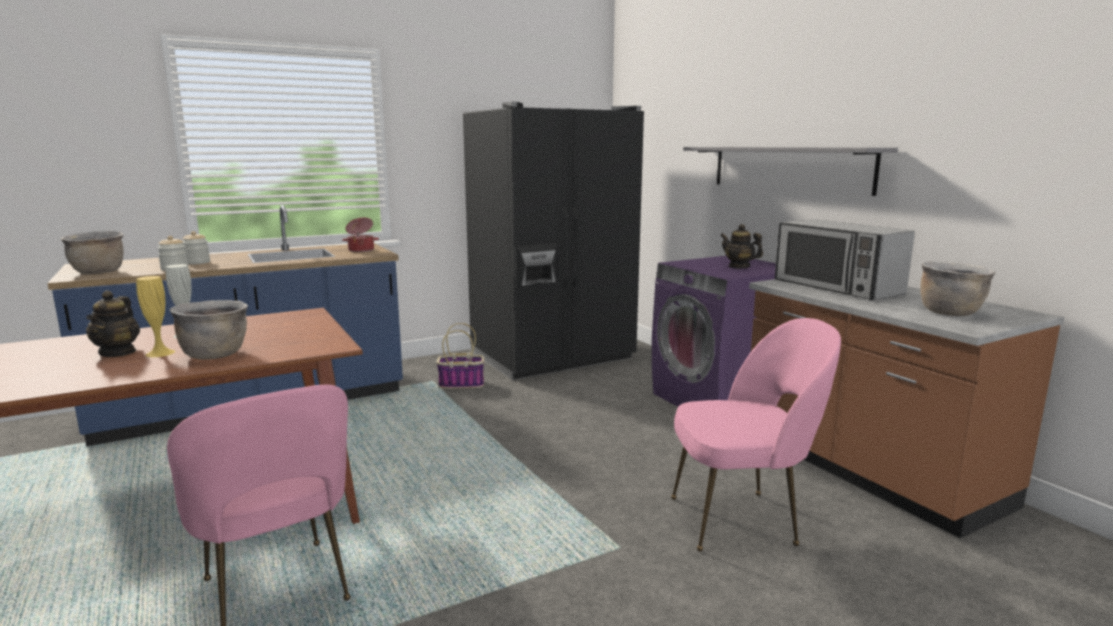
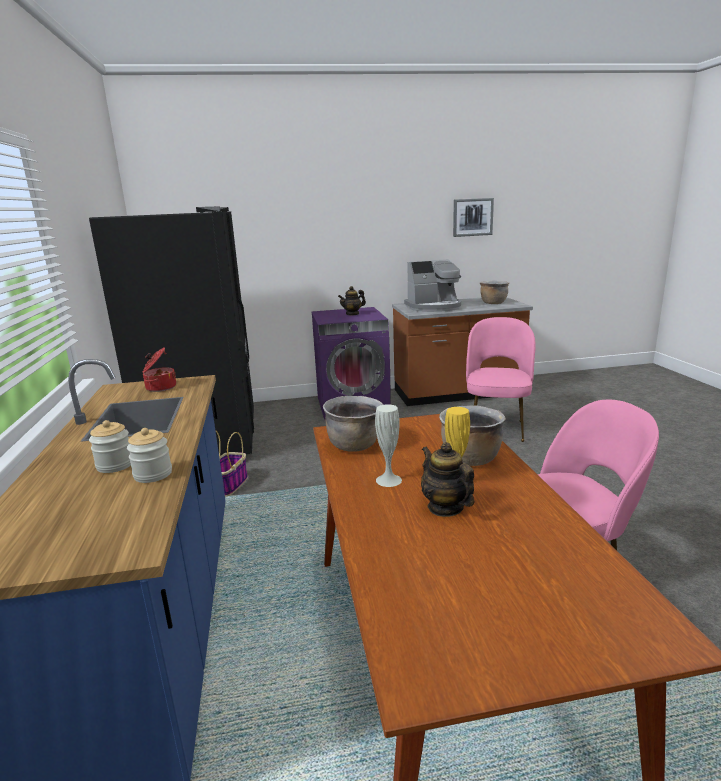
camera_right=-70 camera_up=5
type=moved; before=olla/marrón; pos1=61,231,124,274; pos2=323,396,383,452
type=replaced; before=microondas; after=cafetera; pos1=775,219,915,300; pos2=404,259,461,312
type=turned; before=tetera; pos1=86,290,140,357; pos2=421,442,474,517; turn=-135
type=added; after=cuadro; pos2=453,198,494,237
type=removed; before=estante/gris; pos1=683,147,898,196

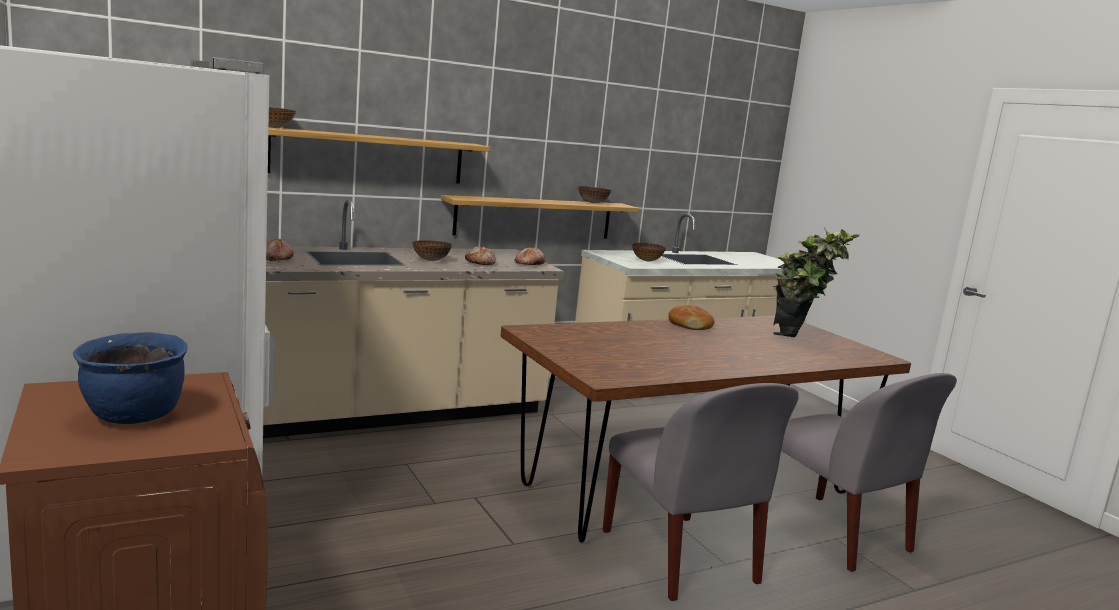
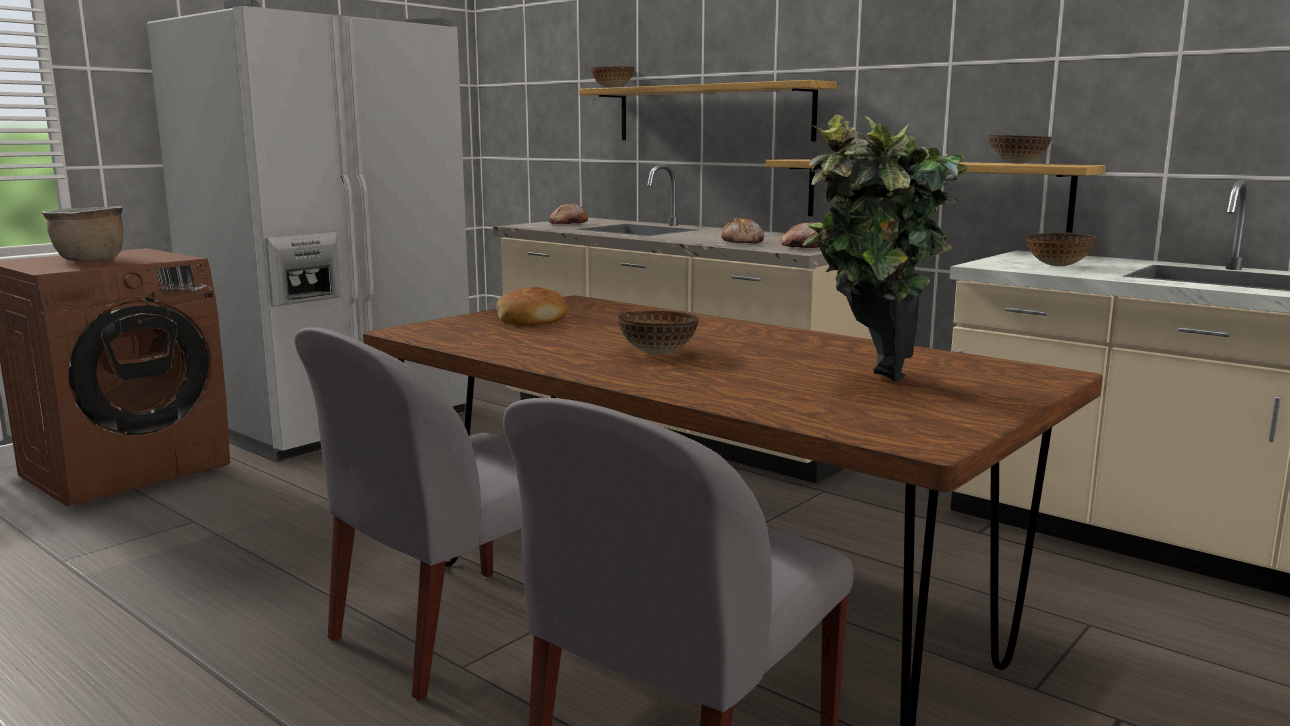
camera_right=70 camera_up=0
type=recoloured; before=olla/azul; after=olla/marrón; pos1=73,332,188,424; pos2=42,206,123,261
type=moved; before=pan; pos1=668,305,714,330; pos2=496,287,567,326
type=moved; before=cuenco; pos1=413,240,452,261; pos2=618,311,699,354

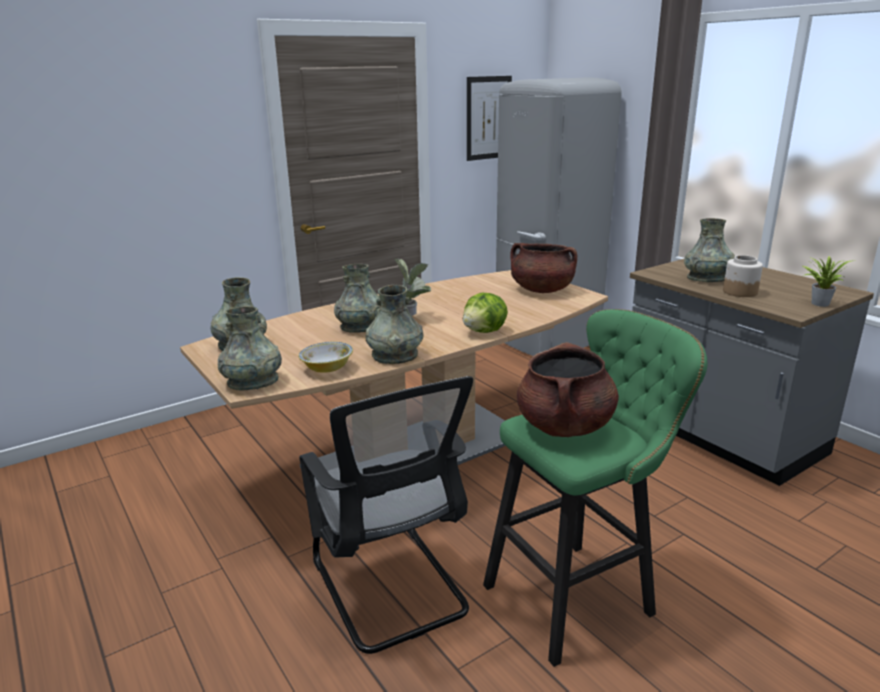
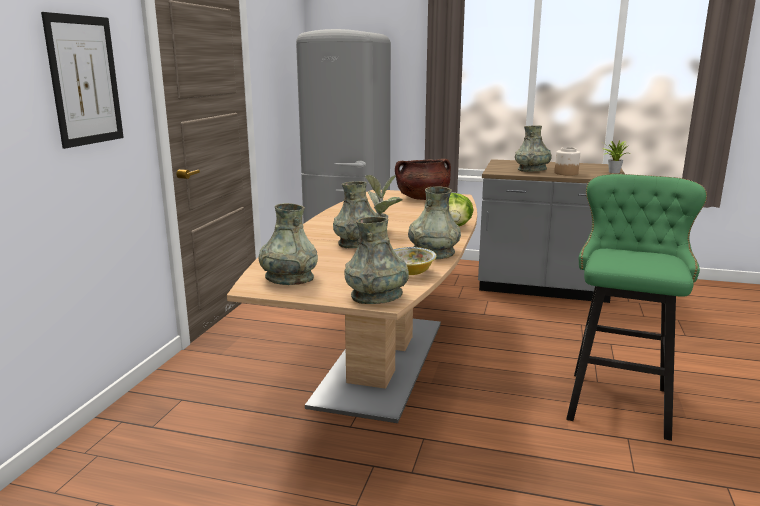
camera_right=-40 camera_up=-5
type=moved; before=cuadro; pos1=467,76,512,161; pos2=41,12,124,149
type=removed; before=silla; pos1=299,376,473,654
type=removed; before=olla/marrón; pos1=517,342,619,437

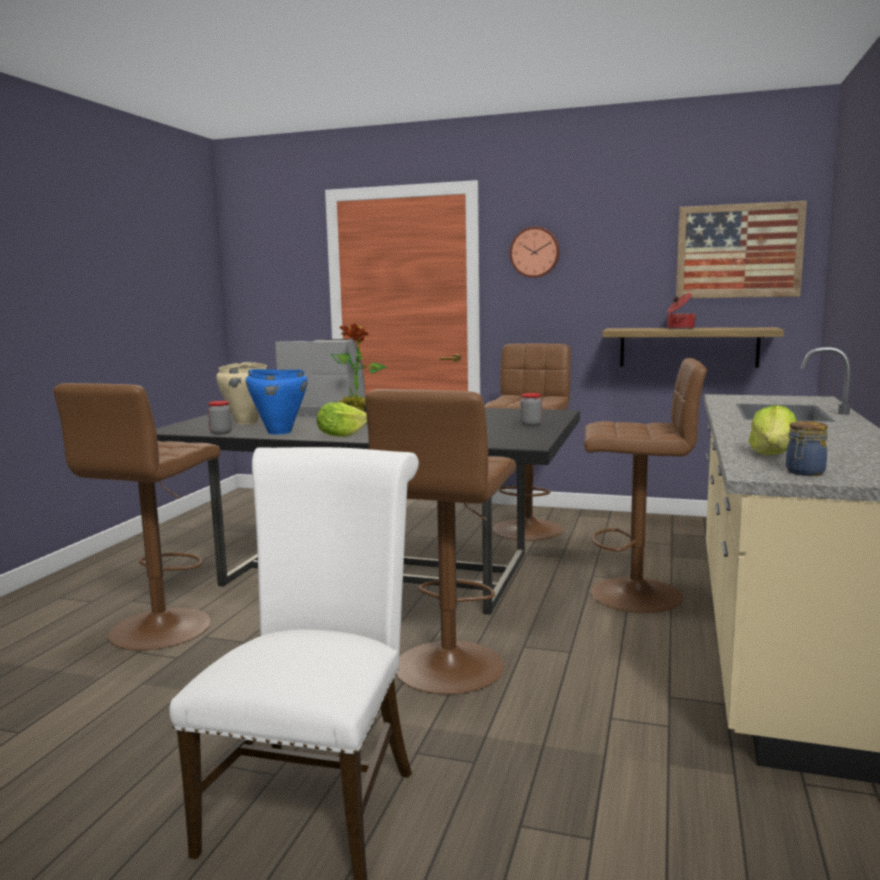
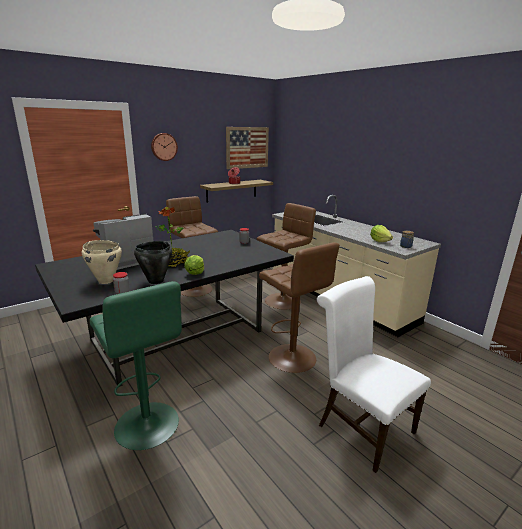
camera_right=-55 camera_up=10
type=recoloured; before=taburete/marrón; after=taburete/verde; pos1=53,383,220,650; pos2=90,281,182,450
type=recoloured; before=olla/azul; after=olla/negro; pos1=246,369,308,435; pos2=134,241,172,284

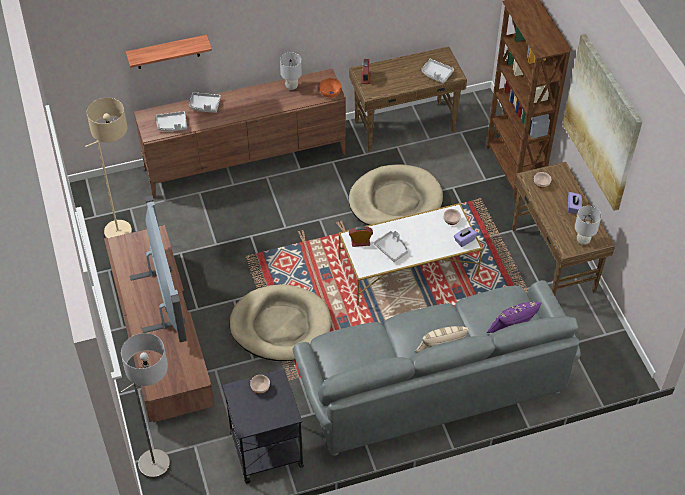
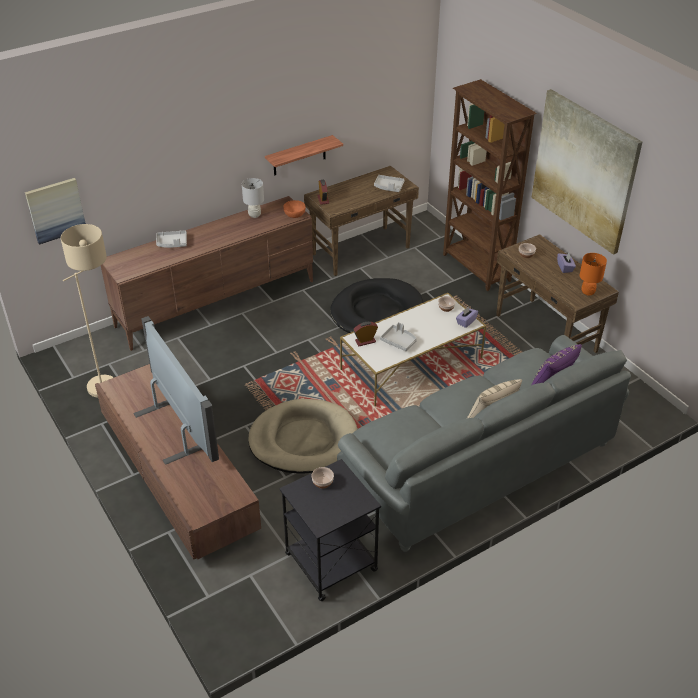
camera_right=-15 camera_up=-10
type=added; after=cuadro; pos2=25,178,86,245
type=moved; before=estante; pos1=126,35,212,69; pos2=265,135,343,175
type=recoloured; before=cama para perro/beis; after=cama para perro/negro; pos1=349,165,443,225; pos2=330,278,423,333
type=recoloured; before=lámpara de mesa/gris; after=lámpara de mesa/naranja; pos1=575,206,601,245; pos2=580,253,607,295
type=removed; before=lámpara de pie/gris; pos1=121,333,170,479
type=removed; before=bandeja/gris; pos1=156,111,187,132

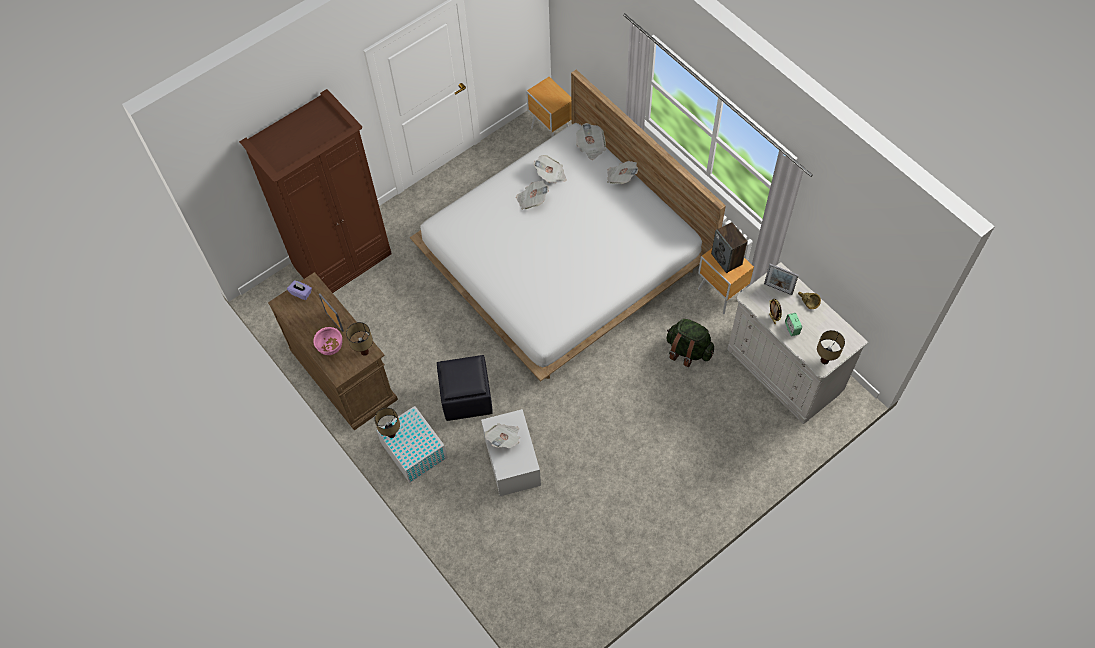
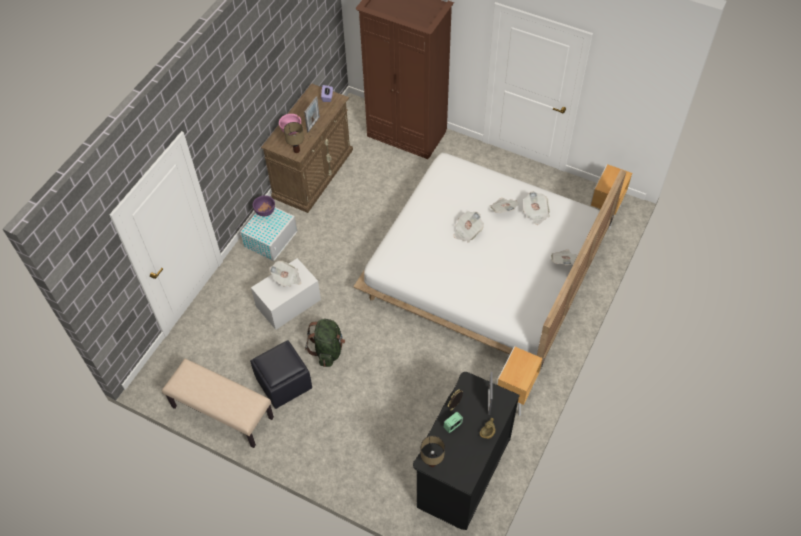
camera_right=65 camera_up=-5
type=added; after=banco/beis; pos2=162,359,274,448
type=moved; before=puf/negro; pos1=437,355,493,421; pos2=250,340,312,409
type=replaced; before=lámpara de mesa; after=cuenco/morado; pos1=374,408,400,438; pos2=253,195,275,217
type=moved; before=mochila/verde; pos1=667,318,714,367; pos2=305,319,345,367
type=recoloured; before=cómoda/blanco; after=cómoda/negro; pos1=727,262,868,424; pos2=413,372,520,530
type=moved; before=periódico; pos1=576,123,606,160; pos2=453,211,484,242
type=removed; before=altavoz; pos1=711,222,748,273

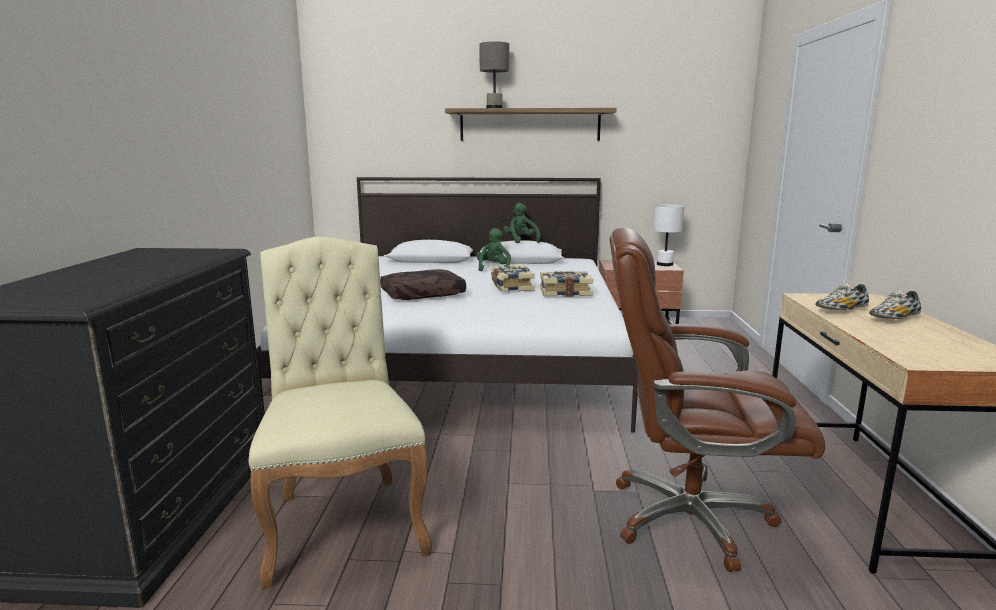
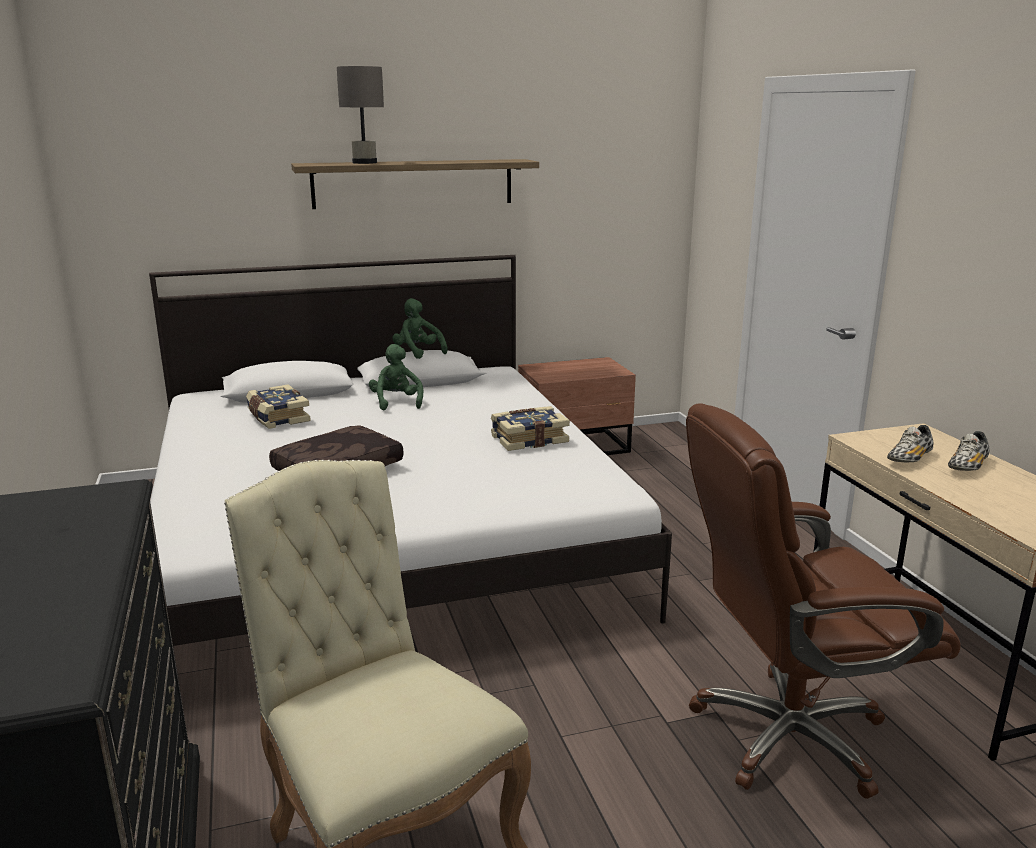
camera_right=-20 camera_up=5
type=moved; before=libro; pos1=491,265,535,292; pos2=246,384,311,429
type=removed; before=lámpara de mesa/blanco; pos1=653,204,684,266

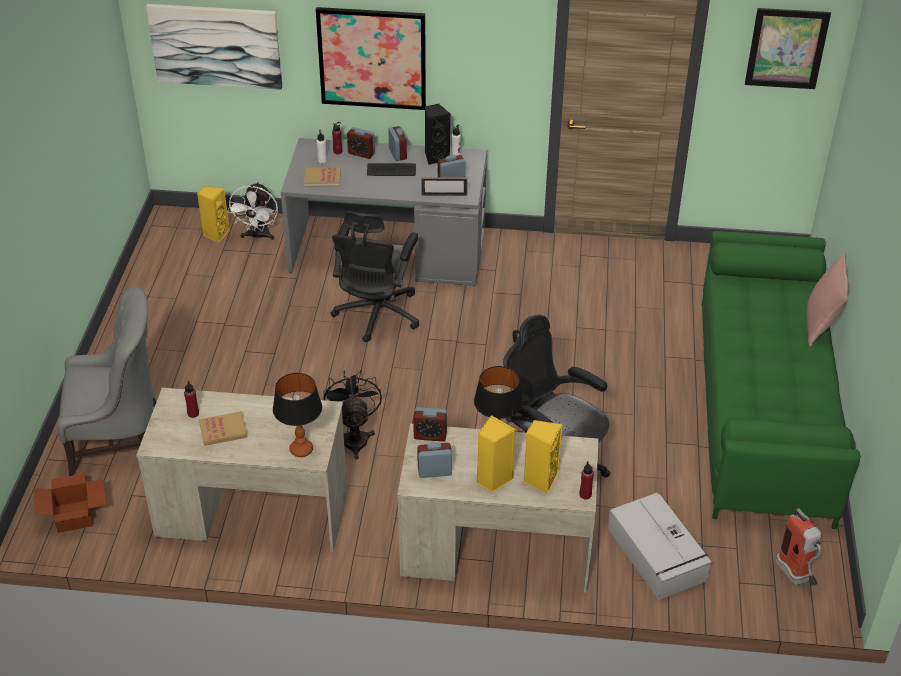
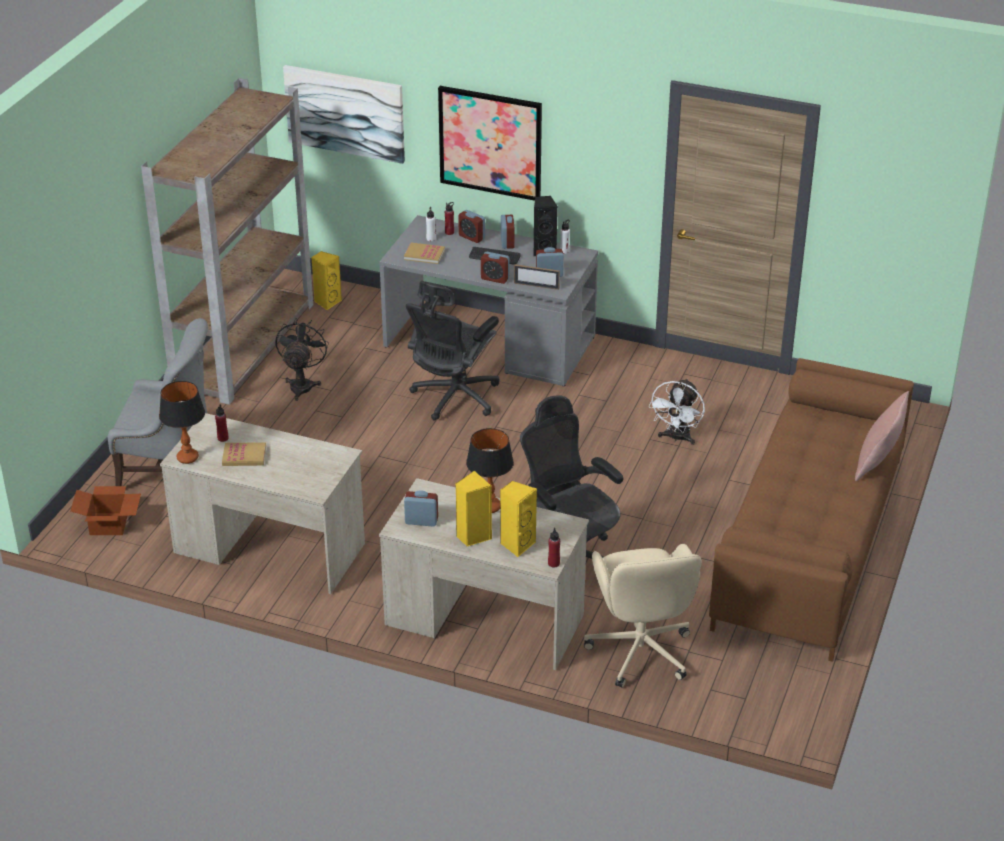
camera_right=15 camera_up=-5
type=added; after=estantería/marrón; pos2=141,78,313,405
type=moved; before=lámpara de mesa; pos1=273,373,322,457; pos2=159,381,205,464
type=moved; before=ventilador/negro; pos1=324,370,382,460; pos2=276,318,329,401
type=moved; before=despertador; pos1=413,407,447,442; pos2=481,252,509,284
type=replaced; before=caja de almacenaje/gris; after=silla de oficina/beis; pos1=608,493,712,600; pos2=584,544,702,688
type=moved; before=ventilador/blanco; pos1=228,182,278,240; pos2=649,379,705,445
type=recoloured; before=sofá/verde; after=sofá/marrón; pos1=702,231,860,529; pos2=709,358,914,662
type=removed; before=cuadro; pos1=745,8,831,89
type=removed; before=extintor; pos1=776,508,822,586

